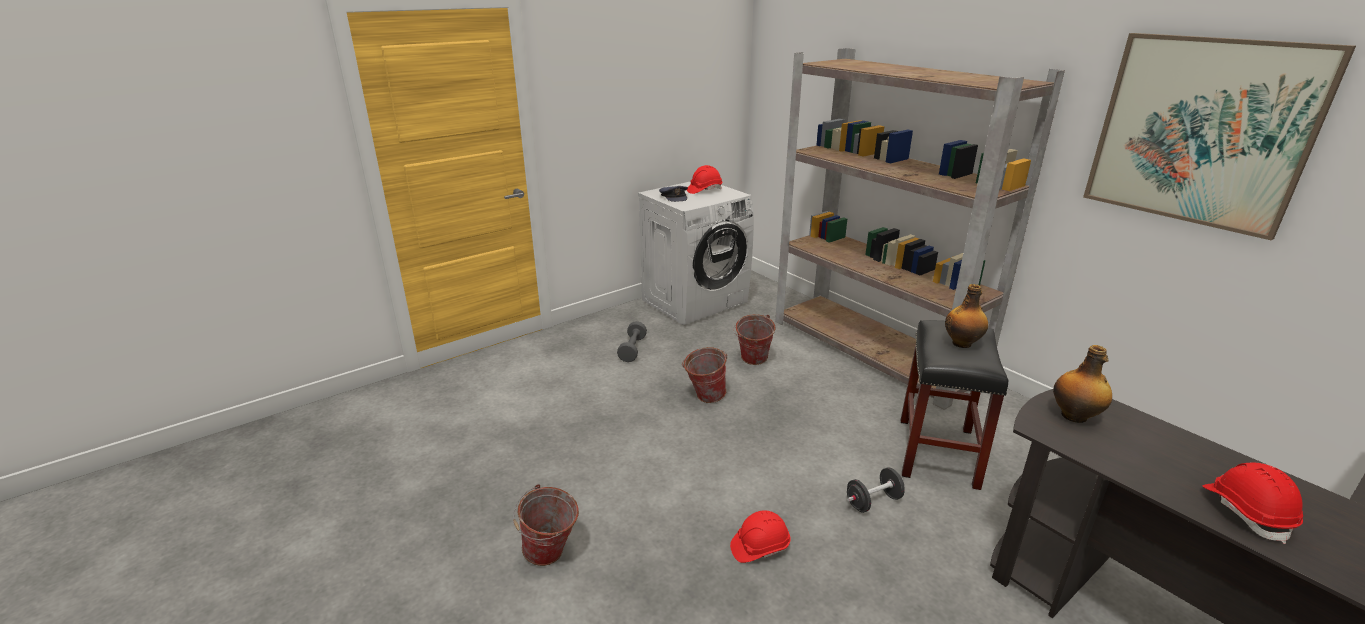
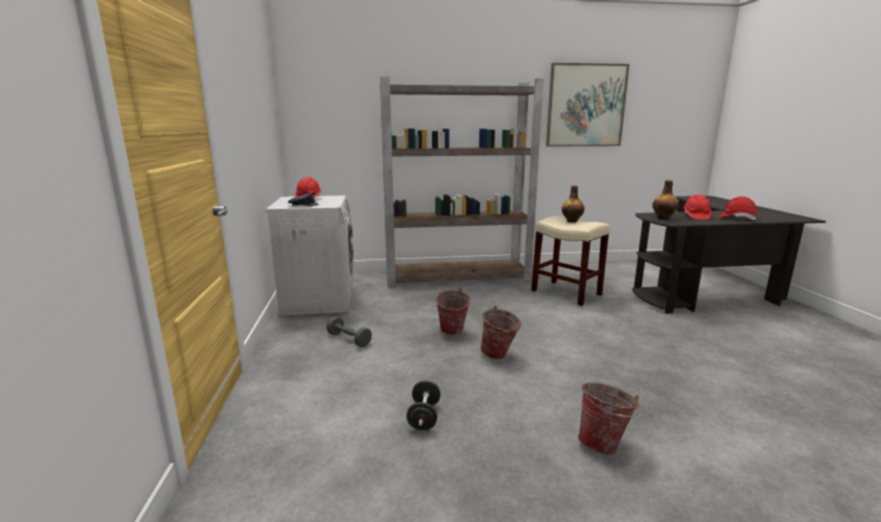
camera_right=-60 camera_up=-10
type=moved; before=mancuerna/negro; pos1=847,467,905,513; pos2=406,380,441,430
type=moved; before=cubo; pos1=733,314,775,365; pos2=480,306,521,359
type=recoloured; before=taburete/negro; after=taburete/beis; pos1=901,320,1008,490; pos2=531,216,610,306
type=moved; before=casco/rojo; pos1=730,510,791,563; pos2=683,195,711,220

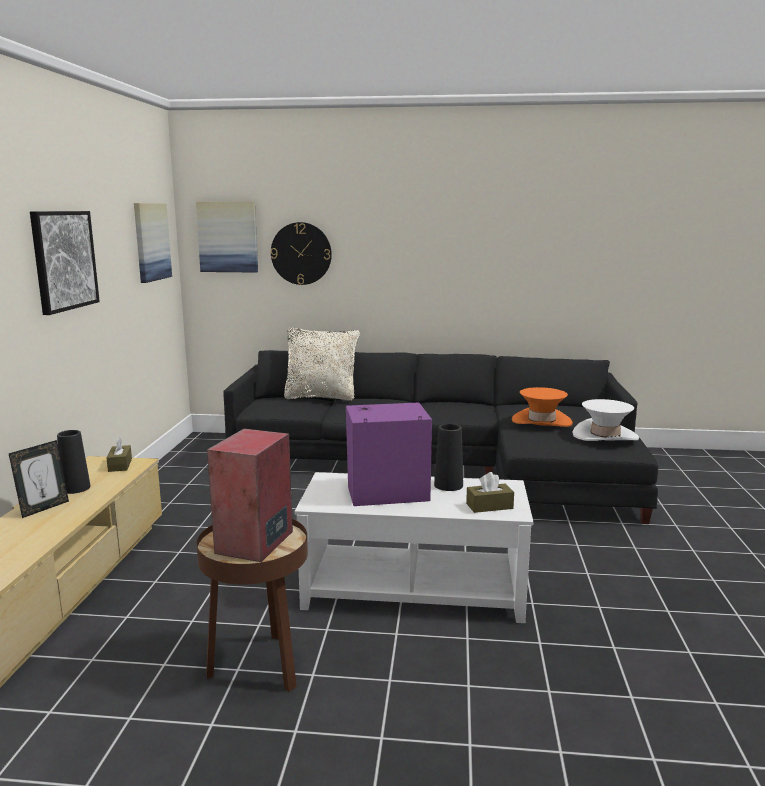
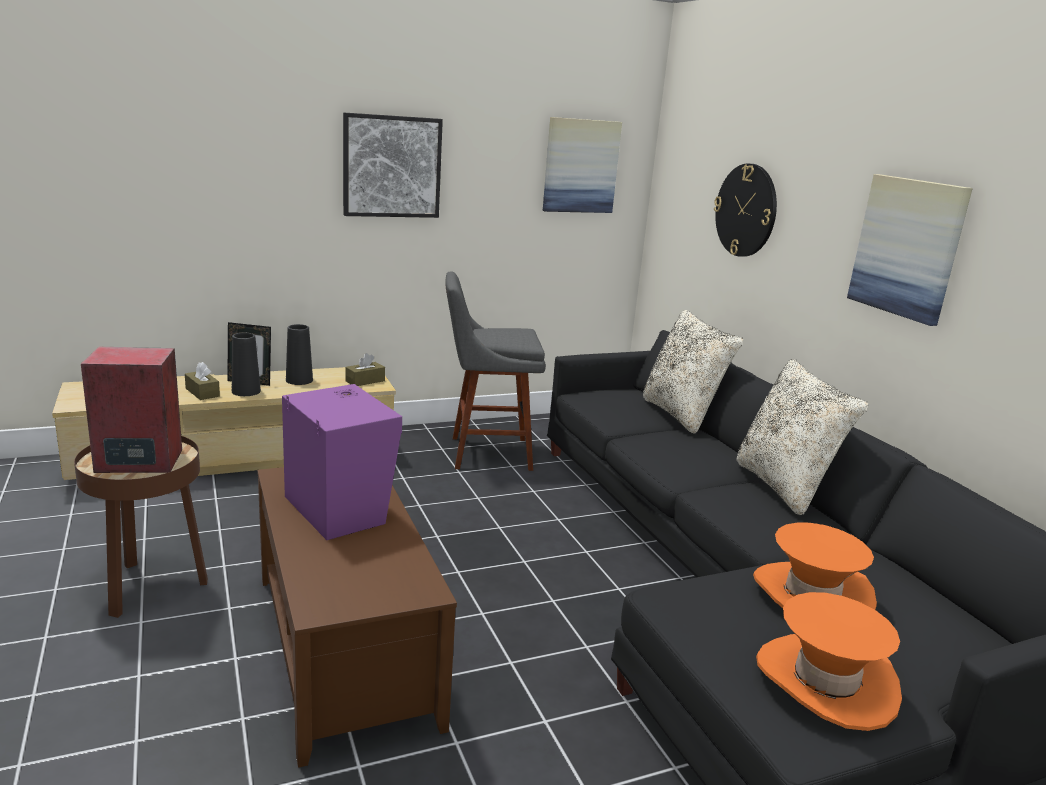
camera_right=60 camera_up=5
type=moved; before=caja de pañuelos/marrón; pos1=466,472,514,513; pos2=185,362,220,400
type=moved; before=florero/negro; pos1=434,424,463,491; pos2=232,333,261,396
type=recoloured; before=mesa de centro/blanco; after=mesa de centro/marrón; pos1=294,472,534,623; pos2=257,467,457,768
type=added; after=taburete/gris; pos2=445,271,546,471
type=added; after=cojín/beis; pos2=737,359,868,515
type=recoloured; before=sombrero/blanco; after=sombrero/naranja; pos1=572,399,639,441; pos2=756,592,902,731
type=moved; before=cuadro; pos1=196,201,258,273; pos2=847,174,973,326

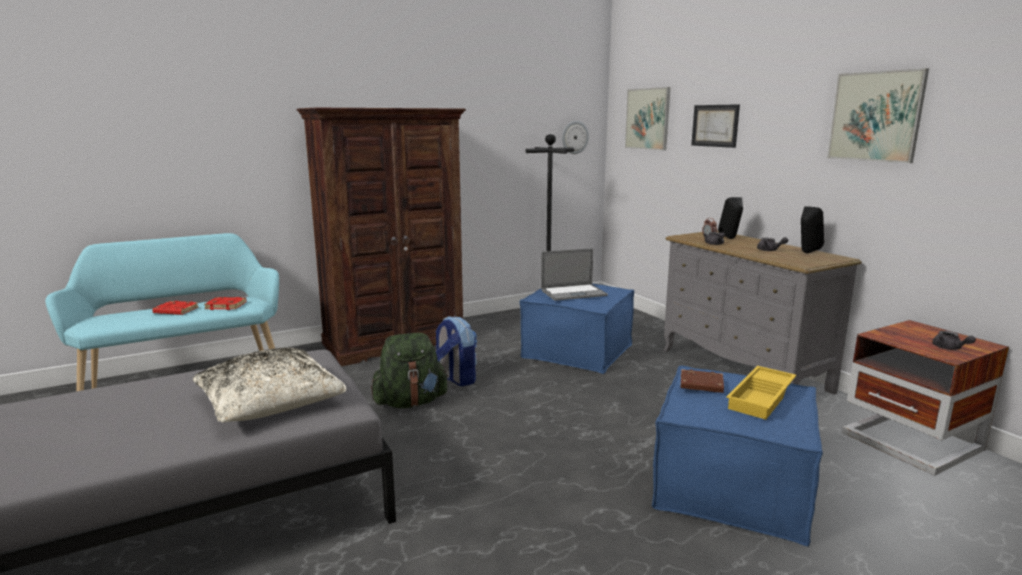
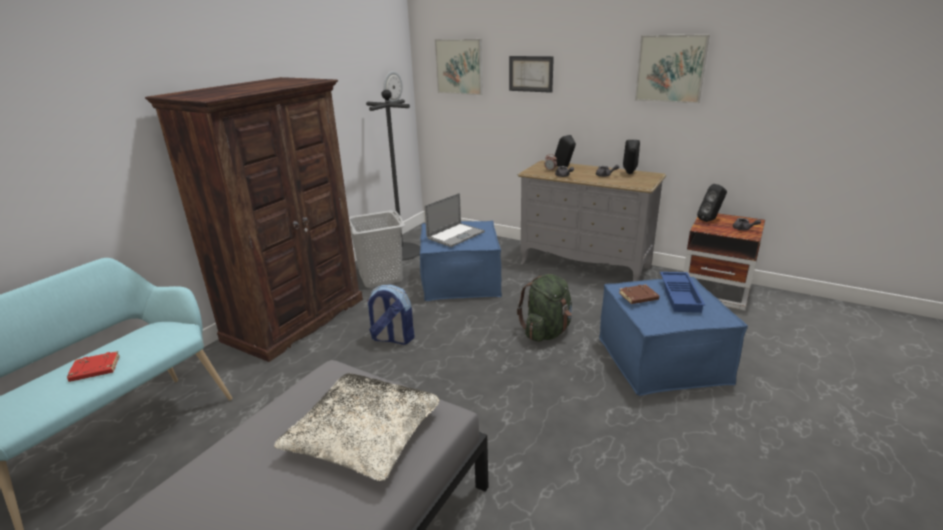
camera_right=-30 camera_up=10
type=added; after=cesto de la ropa/gris; pos2=349,210,405,288
type=moved; before=mochila/verde; pos1=371,333,449,408; pos2=517,274,572,342
type=recoloured; before=bandeja/amarillo; after=bandeja/azul; pos1=726,366,796,420; pos2=660,272,705,313
type=added; after=altavoz/negro; pos2=697,184,727,222
type=removed; before=libro/rojo; pos1=204,297,246,310

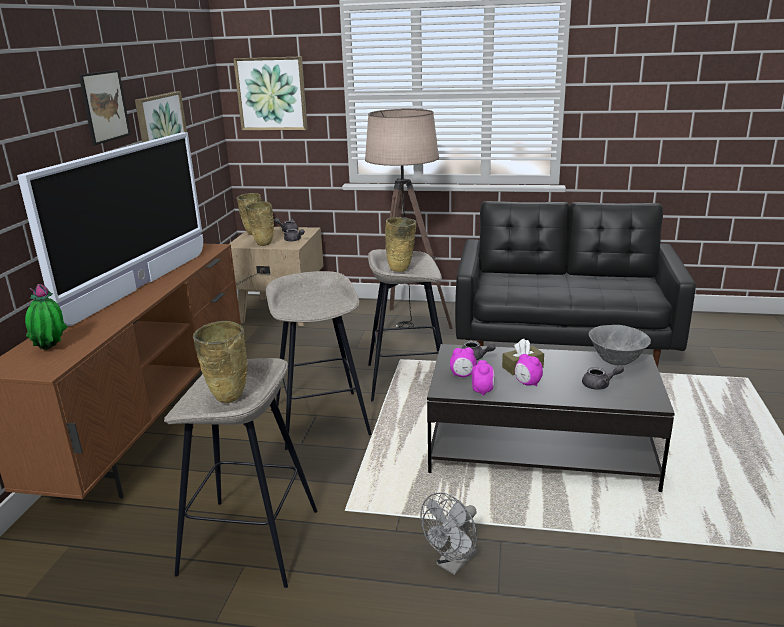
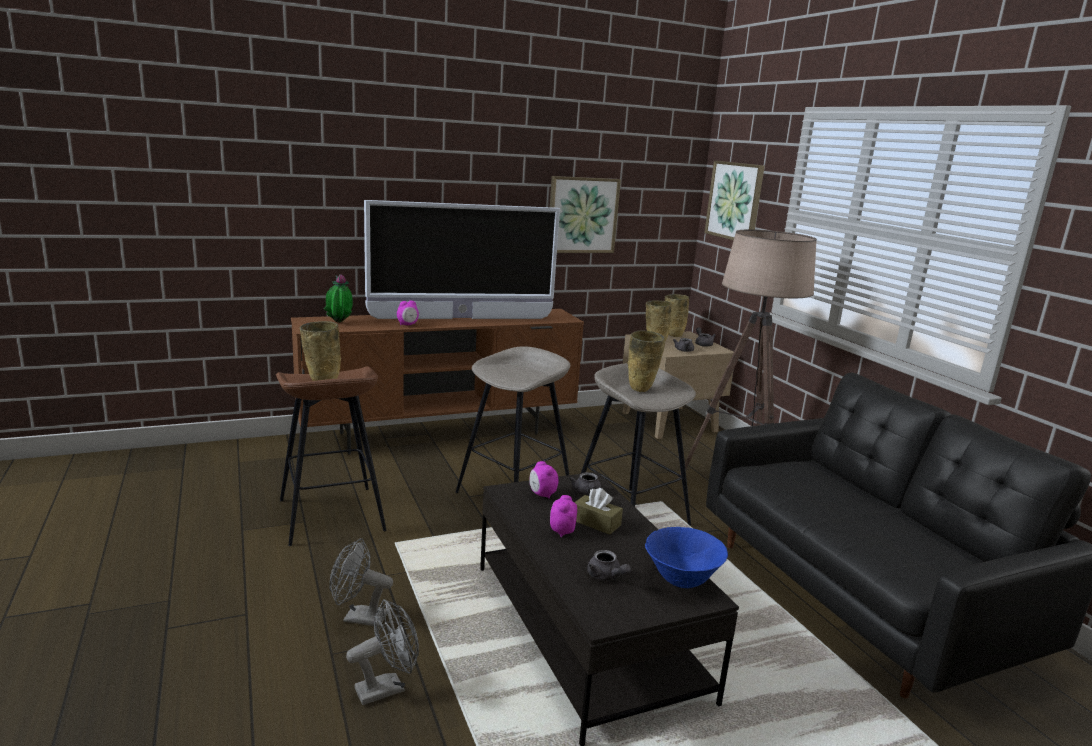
camera_right=55 camera_up=-5
type=recoloured; before=taburete/gris; after=taburete/marrón; pos1=164,358,317,588; pos2=276,366,387,546
type=added; after=ventilador/gris; pos2=346,599,419,705
type=moved; before=despertador; pos1=472,360,495,396; pos2=397,300,419,325
type=recoloured; before=cuenco/gris; after=cuenco/azul; pos1=589,325,651,365; pos2=645,527,728,588
type=removed; before=cuadro; pos1=79,70,131,145

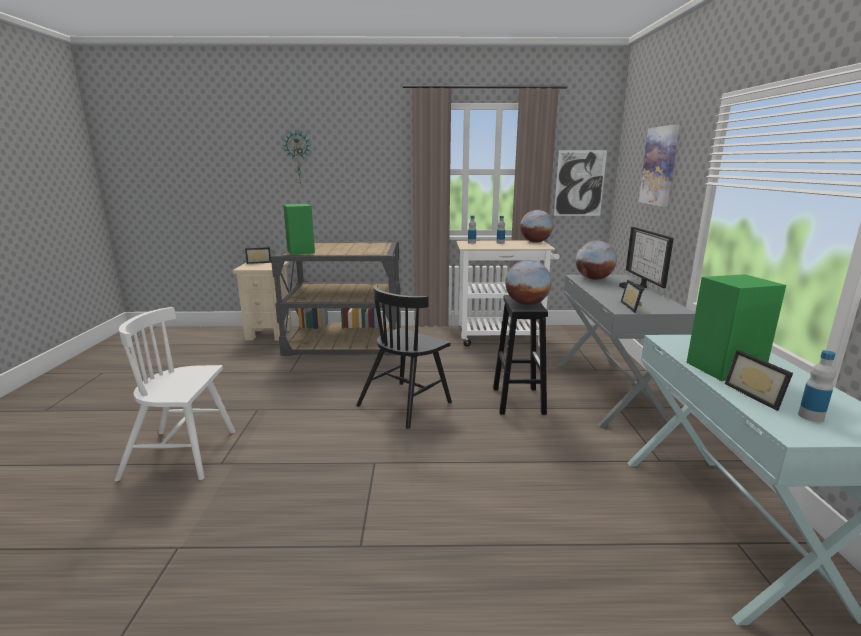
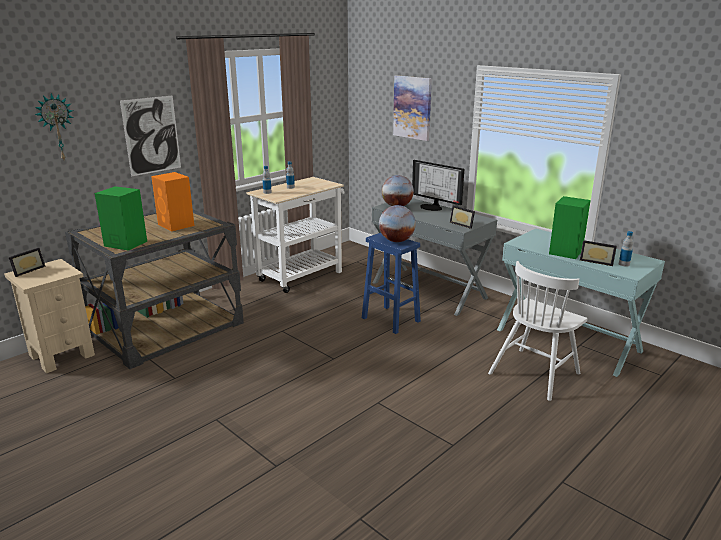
camera_right=-45 camera_up=5
type=moved; before=cuadro; pos1=554,150,607,216; pos2=120,95,181,177
type=added; after=altavoz/naranja; pos2=151,172,194,232
type=recoloured; before=taburete/negro; after=taburete/azul; pos1=493,295,548,415; pos2=362,233,421,334
type=moved; before=silla/blanco; pos1=114,307,235,481; pos2=488,261,588,401
type=removed; before=silla/negro; pos1=356,285,452,429
type=removed; before=globo terráqueo; pos1=520,210,553,243

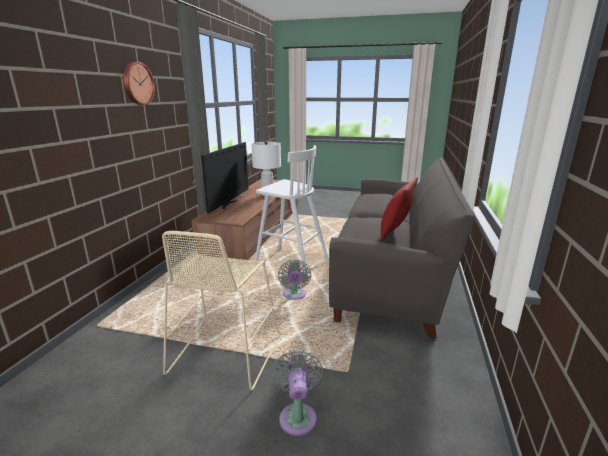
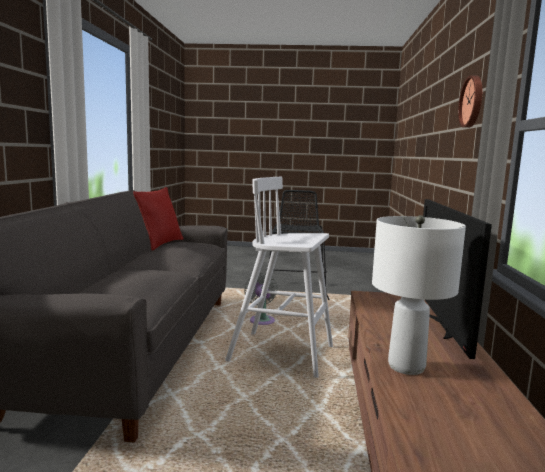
camera_right=170 camera_up=-10
type=recoloured; before=taburete/beis; after=taburete/negro; pos1=162,231,281,391; pos2=267,190,330,300
type=removed; before=ventilador/gris; pos1=272,350,323,436

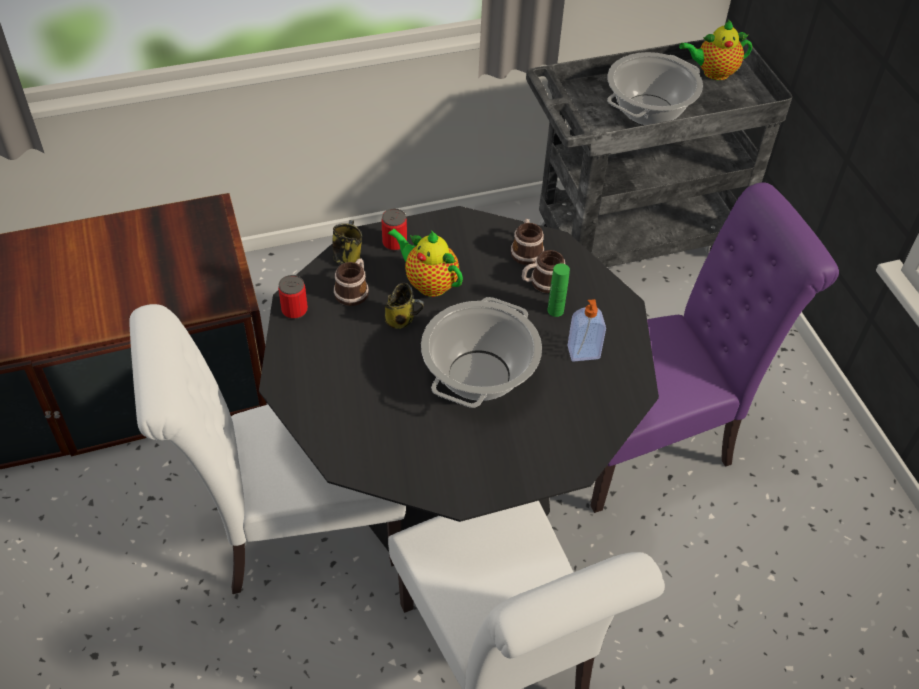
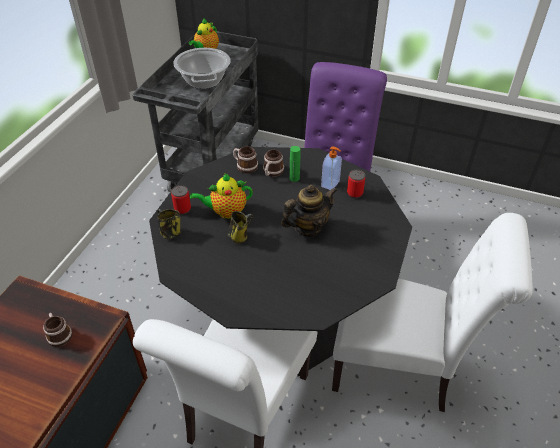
camera_right=-50 camera_up=-5
type=moved; before=taza grande; pos1=334,258,369,306; pos2=43,313,72,347
type=replaced; before=olla; after=tetera; pos1=421,297,542,408; pos2=281,184,337,237
type=moved; before=lata; pos1=278,275,308,319; pos2=347,170,365,198

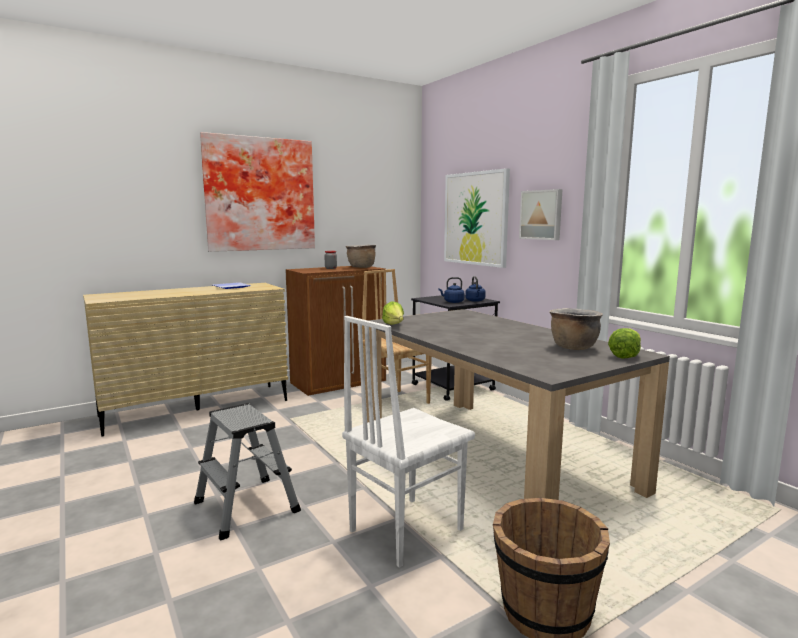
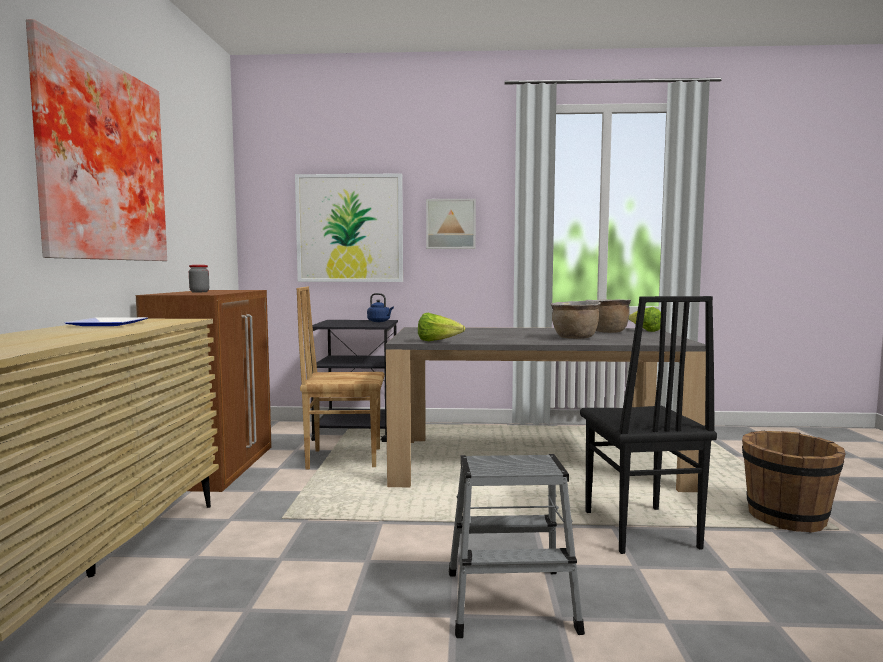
camera_right=-55 camera_up=-5
type=moved; before=olla/marrón; pos1=346,245,376,268; pos2=551,301,601,339
type=recoloured; before=silla/blanco; after=silla/negro; pos1=342,316,475,568; pos2=580,296,717,554
type=removed; before=hervidor/azul; pos1=439,277,464,303

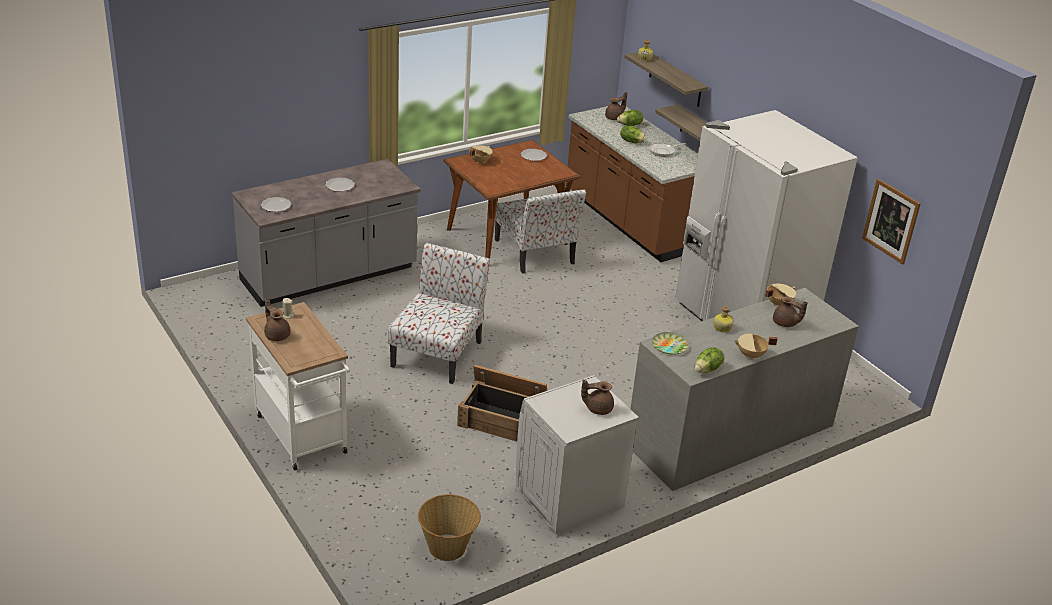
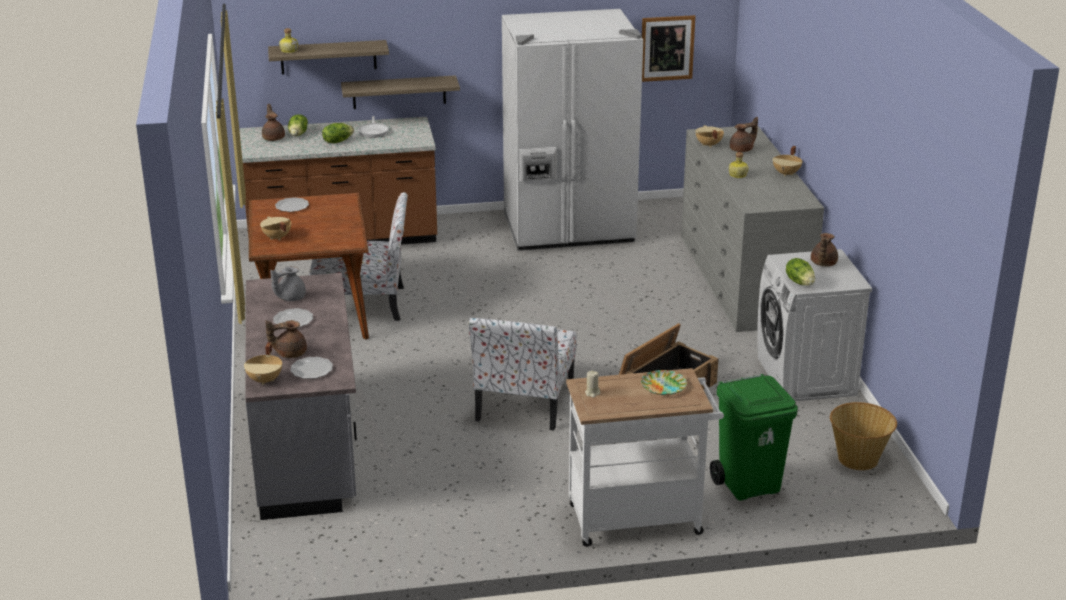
camera_right=-65 camera_up=-5
type=added; after=olla/beis; pos2=244,342,282,385
type=moved; before=tetera/marrón; pos1=264,298,291,341; pos2=265,320,307,358
type=added; after=tetera/gris; pos2=270,266,306,301
type=turned; before=silla; pos1=388,243,490,384; pos2=469,317,577,430; turn=-120
type=moved; before=plato; pos1=652,332,689,354; pos2=641,370,687,395
type=added; after=papelera/verde; pos2=710,374,798,501
type=moved; before=lechuga; pos1=695,347,724,373; pos2=786,258,815,286

